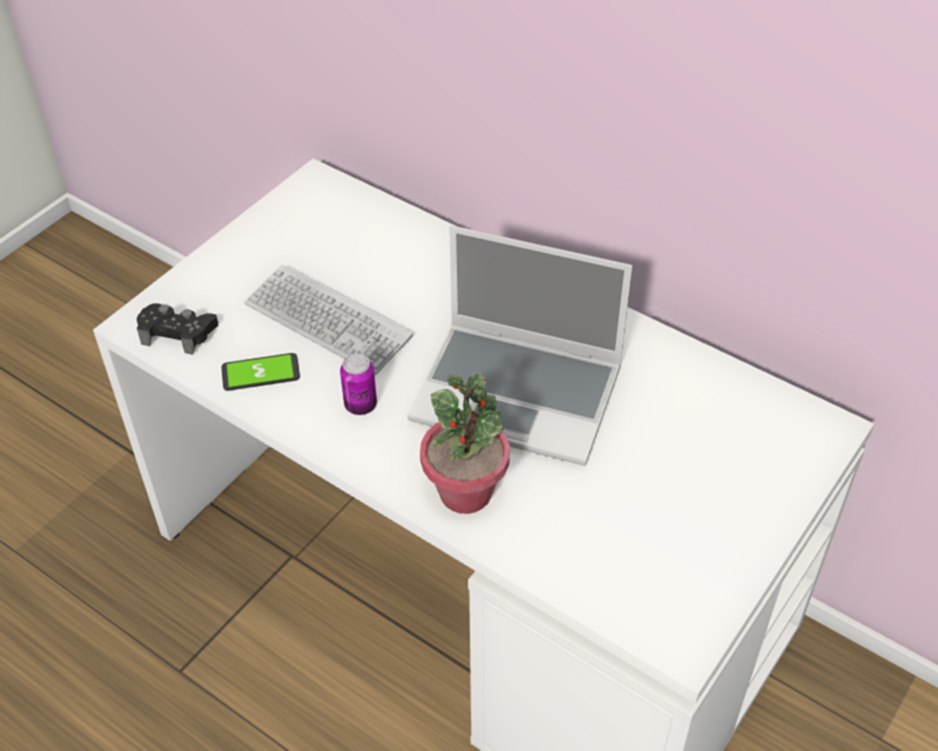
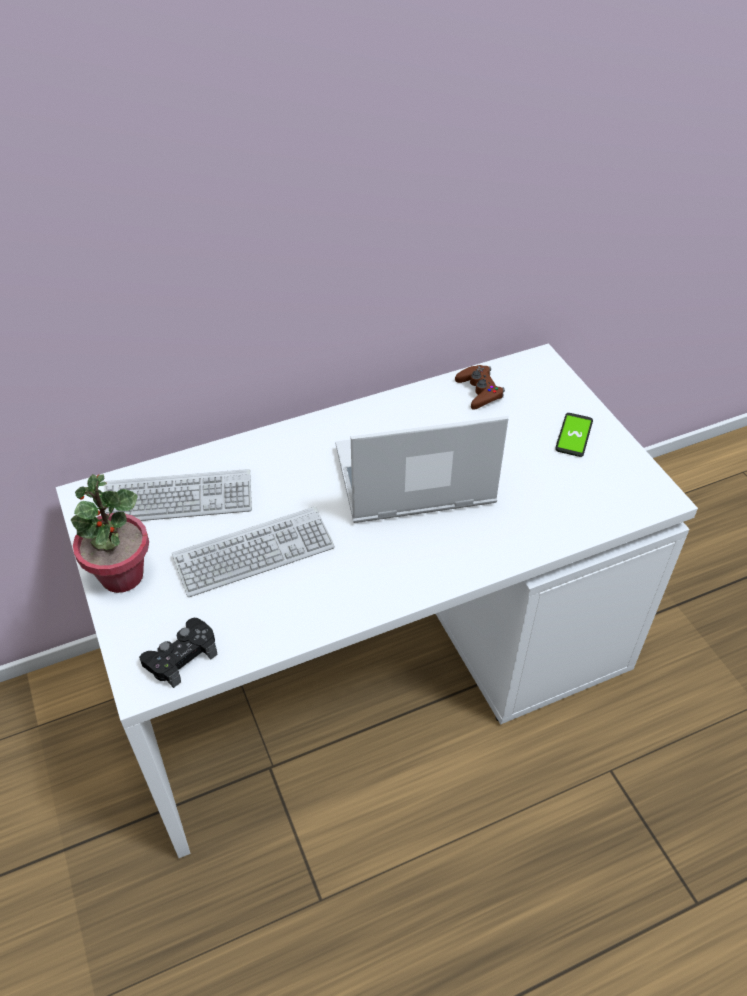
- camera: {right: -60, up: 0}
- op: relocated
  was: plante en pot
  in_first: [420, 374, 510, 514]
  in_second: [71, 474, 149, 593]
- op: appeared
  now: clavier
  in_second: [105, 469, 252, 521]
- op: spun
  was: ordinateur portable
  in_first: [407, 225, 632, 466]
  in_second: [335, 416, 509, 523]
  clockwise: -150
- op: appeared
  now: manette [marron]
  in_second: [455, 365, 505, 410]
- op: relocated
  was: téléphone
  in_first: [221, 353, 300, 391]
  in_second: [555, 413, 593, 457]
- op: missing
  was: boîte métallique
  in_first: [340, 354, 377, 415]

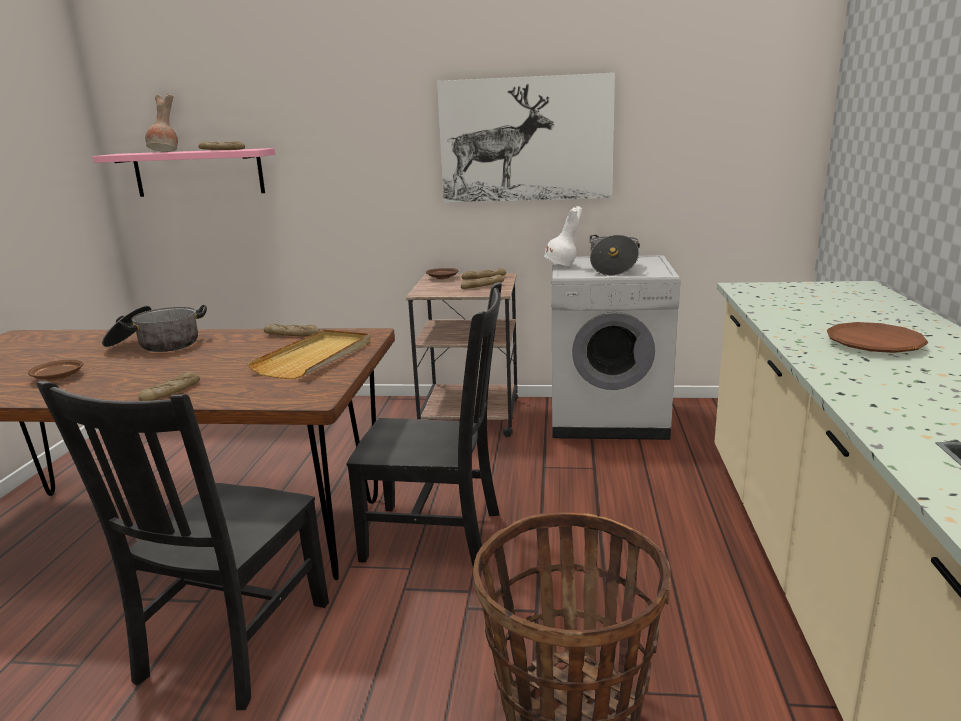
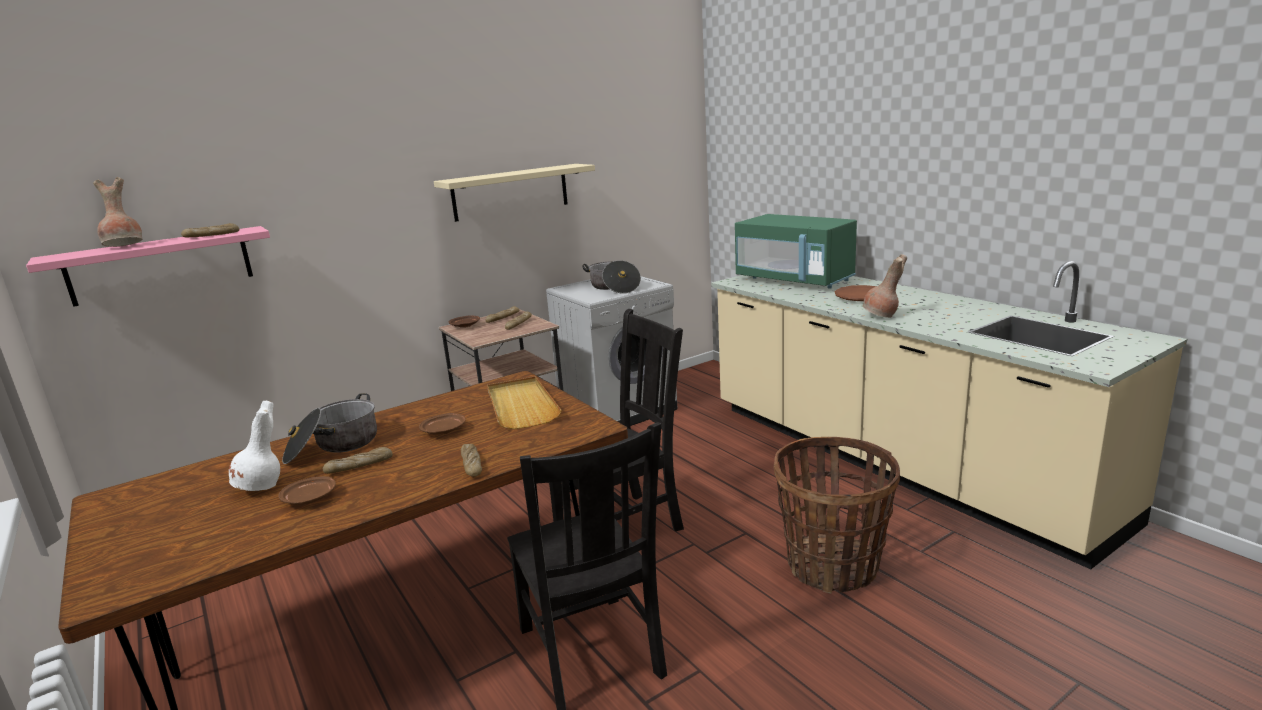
- camera: {right: -40, up: 0}
- op: relocated
  was: vase [blanc]
  in_first: [544, 206, 582, 266]
  in_second: [229, 401, 280, 491]
- op: relocated
  was: pain
  in_first: [264, 324, 320, 337]
  in_second: [322, 447, 393, 474]
- op: appeared
  now: assiette [marron]
  in_second: [419, 413, 466, 435]
- op: exchanged
  was: tableau
  now: étagère [beige]
  in_first: [437, 73, 615, 203]
  in_second: [434, 164, 595, 222]
- op: appeared
  now: micro-ondes [vert]
  in_second: [735, 214, 857, 289]
- op: appeared
  now: vase [marron]
  in_second: [863, 254, 907, 318]

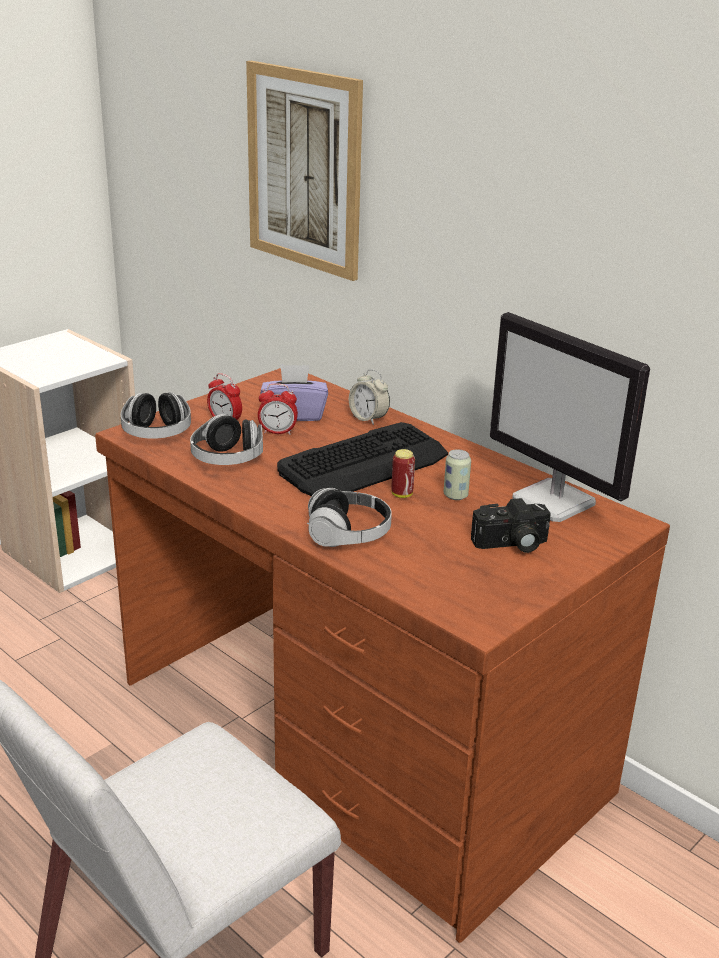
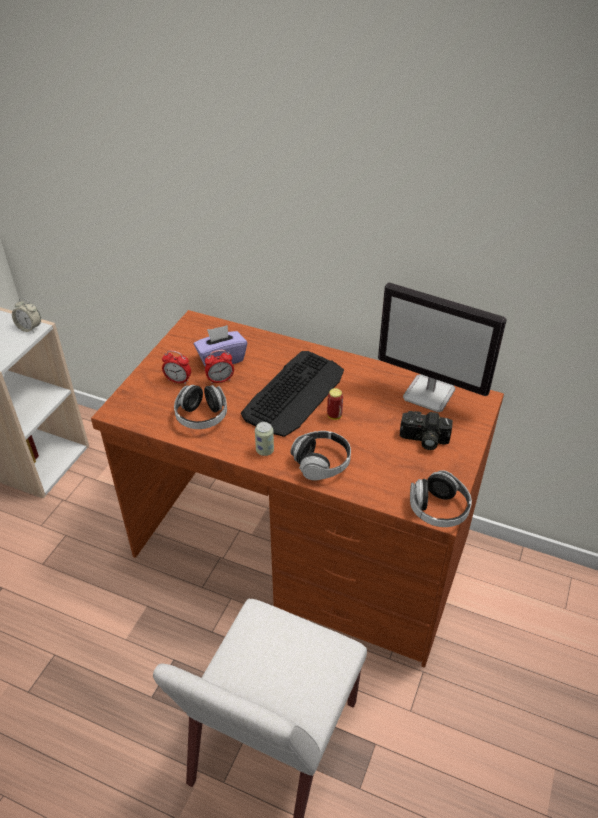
- camera: {right: -20, up: 15}
- op: relocated
  was: réveil
  in_first: [349, 369, 390, 425]
  in_second: [12, 298, 41, 333]
- op: relocated
  was: boîte métallique
  in_first: [444, 449, 471, 500]
  in_second: [255, 422, 274, 456]
- op: spun
  was: appareil photo
  in_first: [471, 498, 551, 553]
  in_second: [400, 411, 453, 450]
  clockwise: 45
- op: relocated
  was: casque audio
  in_first: [121, 392, 191, 439]
  in_second: [410, 470, 472, 527]
- op: missing
  was: tableau
  in_first: [246, 61, 363, 281]

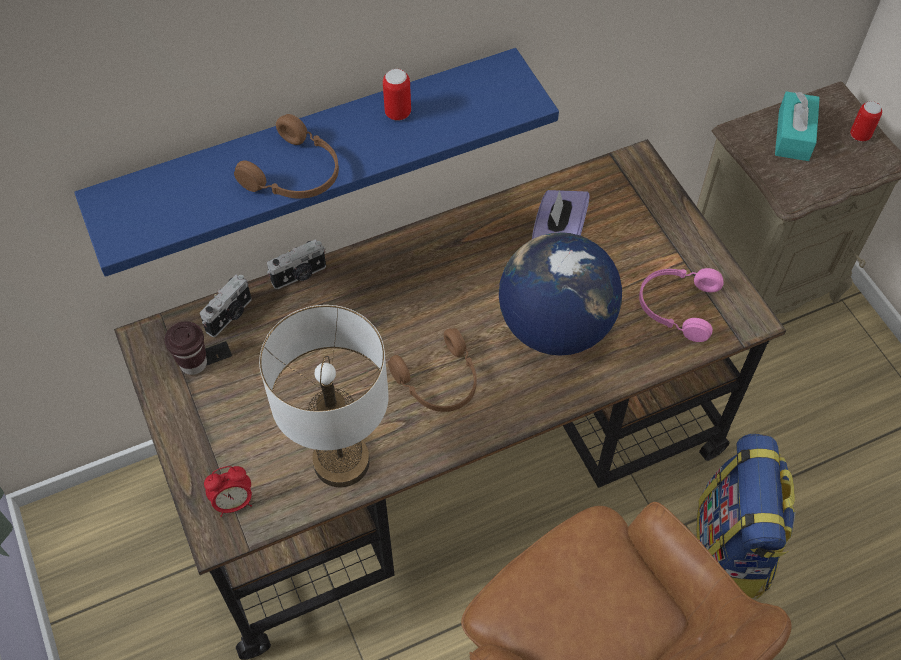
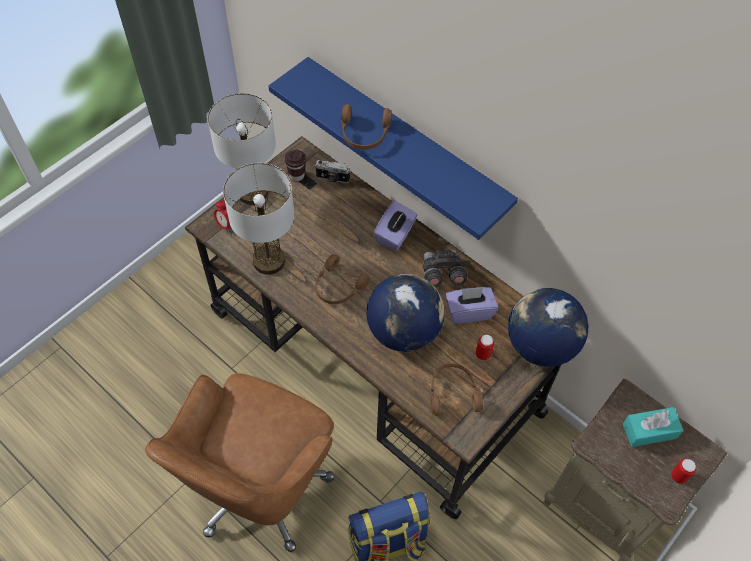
- camera: {right: 65, up: 0}
- op: appeared
  now: lampe de table
  in_second: [208, 93, 276, 205]
- op: appeared
  now: boîte à mouchoirs [violet]
  in_second: [374, 201, 418, 251]
- op: appeared
  now: jumelles [gris]
  in_second: [423, 249, 467, 288]
- op: colour
  was: casque audio [rose]
  now: casque audio [marron]
  in_first: [639, 268, 724, 342]
  in_second: [430, 364, 483, 416]
- op: relocated
  was: boîte métallique
  in_first: [383, 69, 411, 121]
  in_second: [476, 335, 495, 360]
- op: appeared
  now: globe
  in_second: [508, 288, 588, 367]
- op: missing
  was: appareil photo
  in_first: [267, 239, 326, 289]

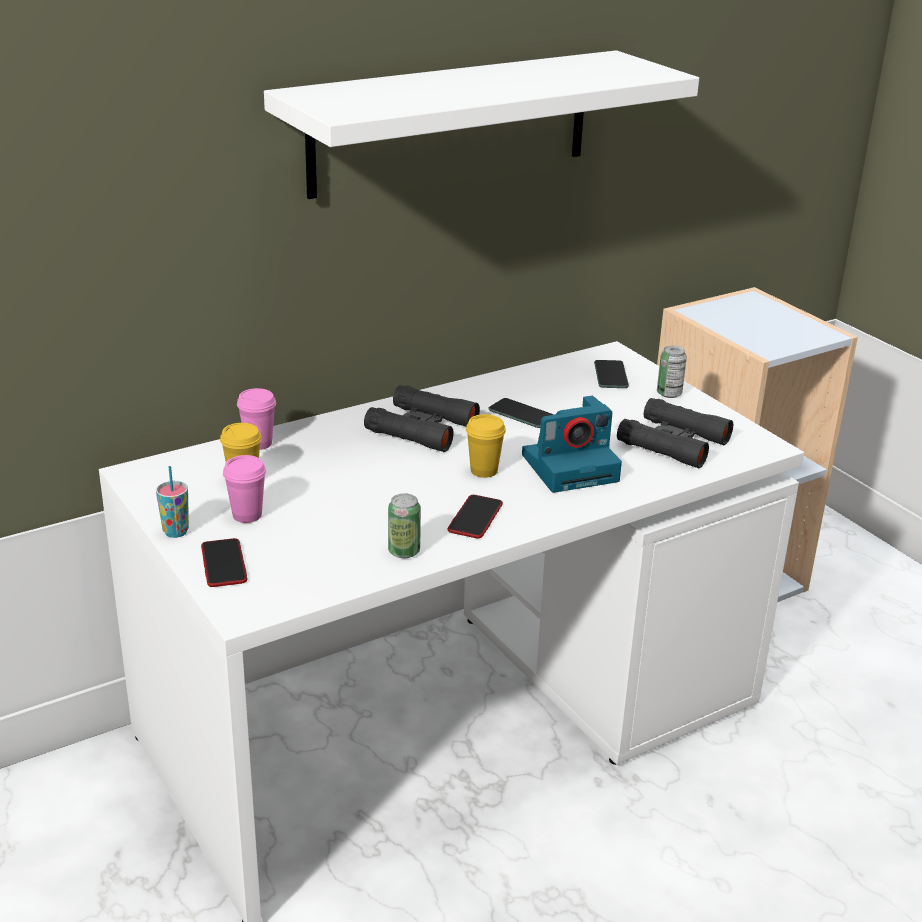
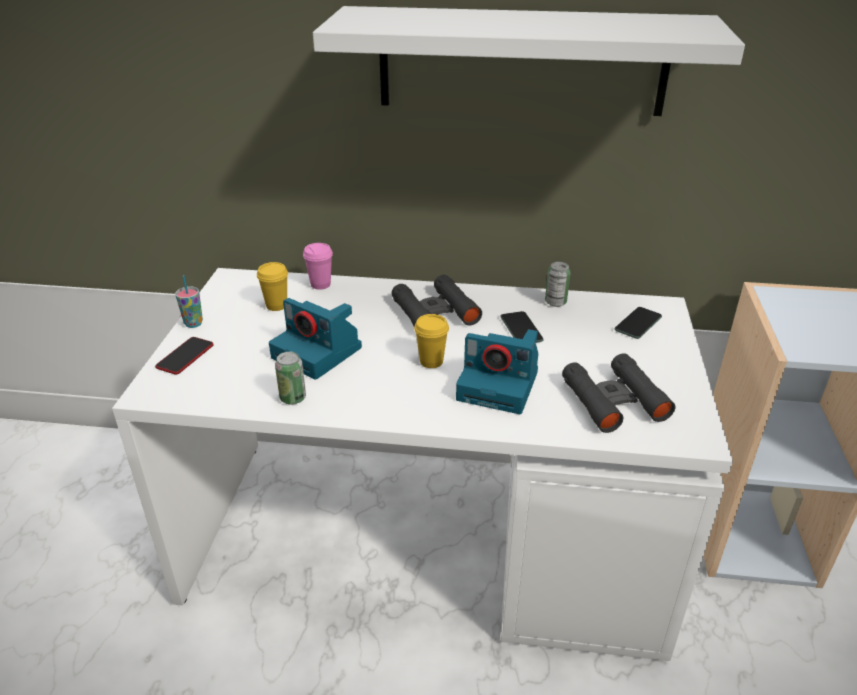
- camera: {right: 40, up: 5}
- op: appeared
  now: appareil photo
  in_second: [269, 298, 362, 380]
- op: relocated
  was: boîte métallique
  in_first: [657, 346, 687, 398]
  in_second: [545, 262, 571, 307]
- op: missing
  was: tasse [rose]
  in_first: [223, 455, 266, 523]
- op: missing
  was: téléphone
  in_first: [447, 495, 503, 538]

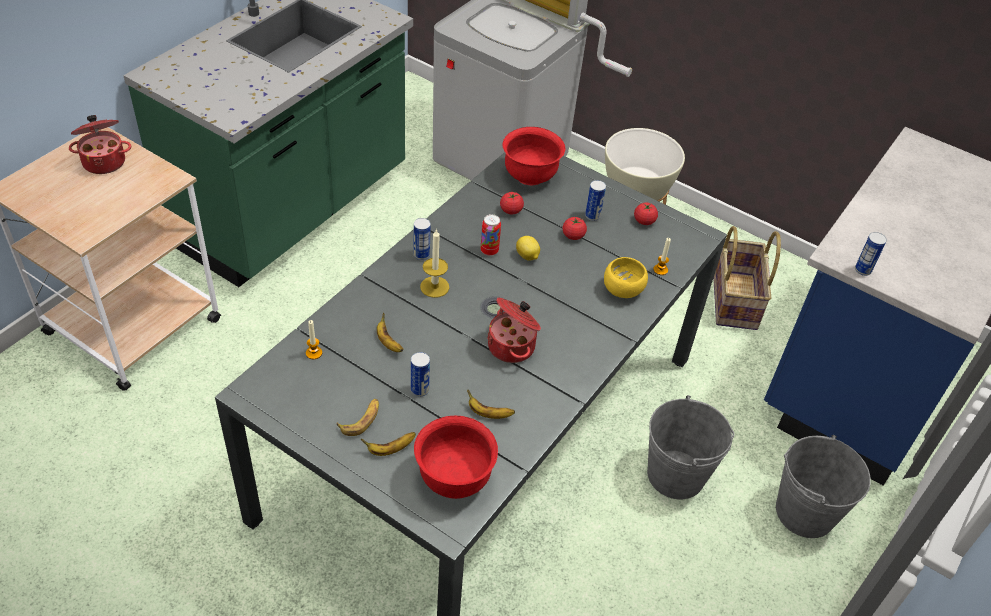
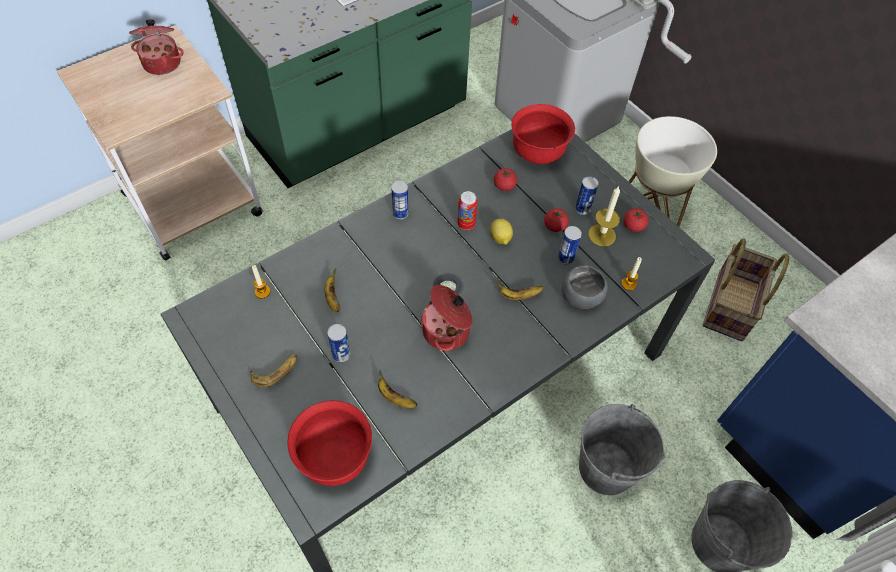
- camera: {right: 20, up: 10}
- op: relocated
  was: banane
  in_first: [361, 432, 416, 456]
  in_second: [496, 281, 543, 300]
- op: relocated
  was: boîte métallique
  in_first: [855, 232, 887, 276]
  in_second: [558, 226, 582, 265]
- op: colour
  was: bol [jaune]
  now: bol [gris]
  in_first: [604, 257, 648, 298]
  in_second: [562, 265, 608, 309]
- op: relocated
  was: bougie
  in_first: [420, 229, 449, 298]
  in_second: [588, 186, 620, 246]

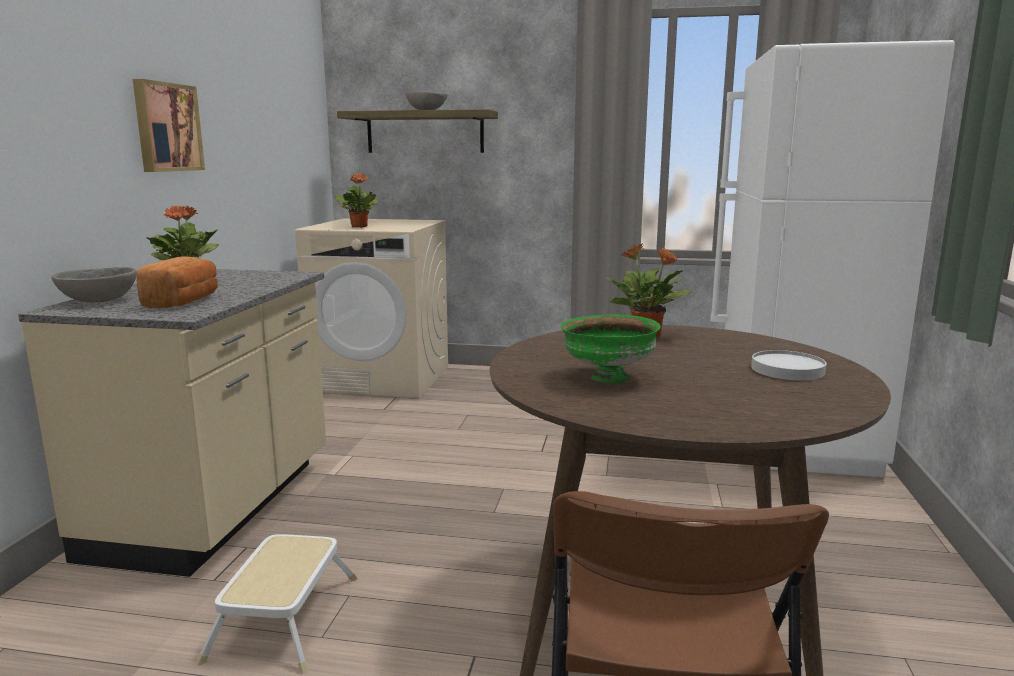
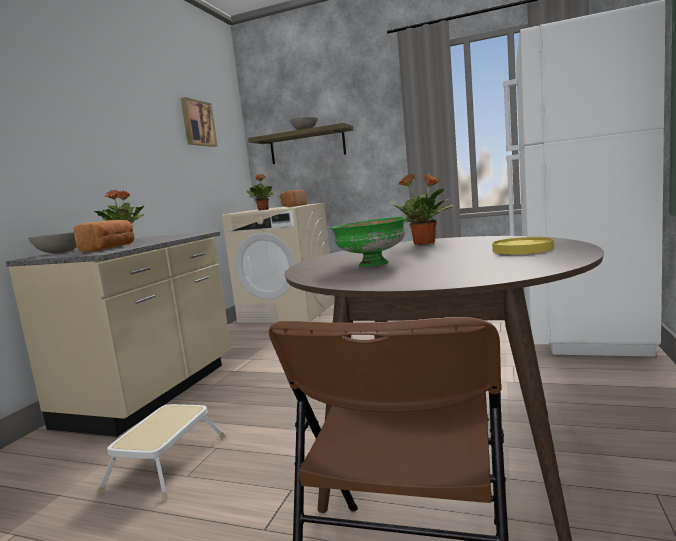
- camera: {right: 10, up: -5}
- op: relocated
  was: tableau
  in_first: [133, 79, 205, 172]
  in_second: [181, 97, 218, 147]
- op: appeared
  now: pain
  in_second: [280, 190, 307, 207]
- op: colour
  was: assiette [blanc]
  now: assiette [jaune]
  in_first: [751, 350, 827, 380]
  in_second: [492, 237, 553, 254]

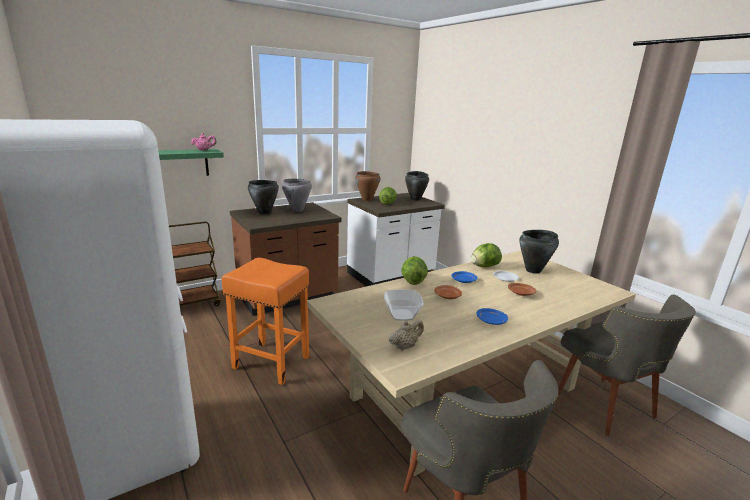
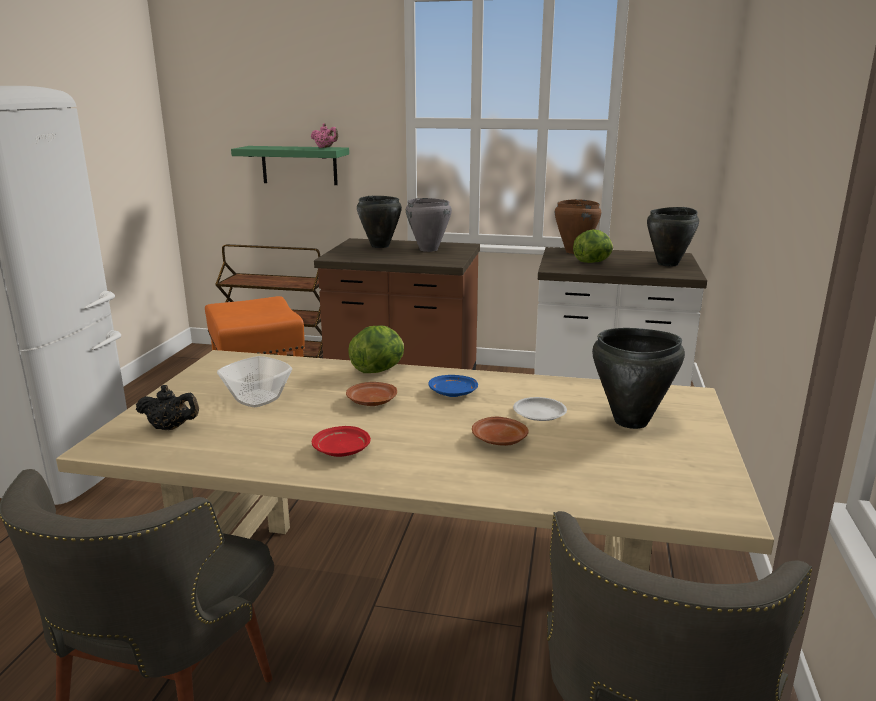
- camera: {right: 45, up: 0}
- op: colour
  was: théière [beige]
  now: théière [noir]
  in_first: [389, 320, 424, 350]
  in_second: [136, 385, 199, 430]
- op: colour
  was: assiette [bleu]
  now: assiette [rouge]
  in_first: [477, 308, 508, 325]
  in_second: [312, 426, 371, 457]
- op: missing
  was: laitue
  in_first: [471, 243, 502, 267]

